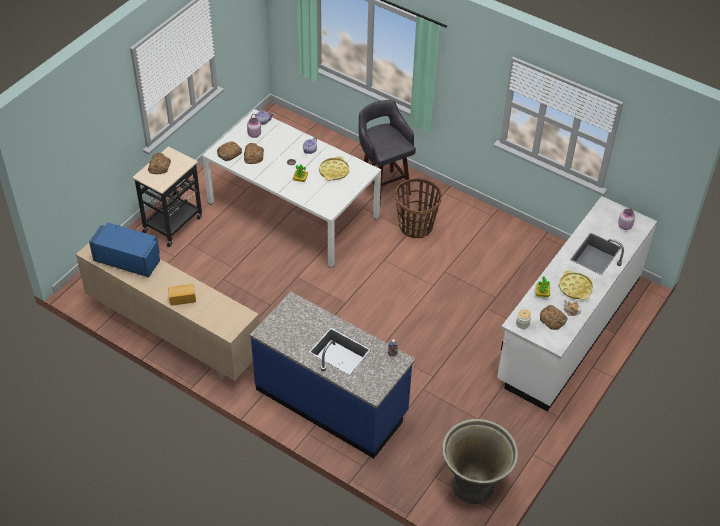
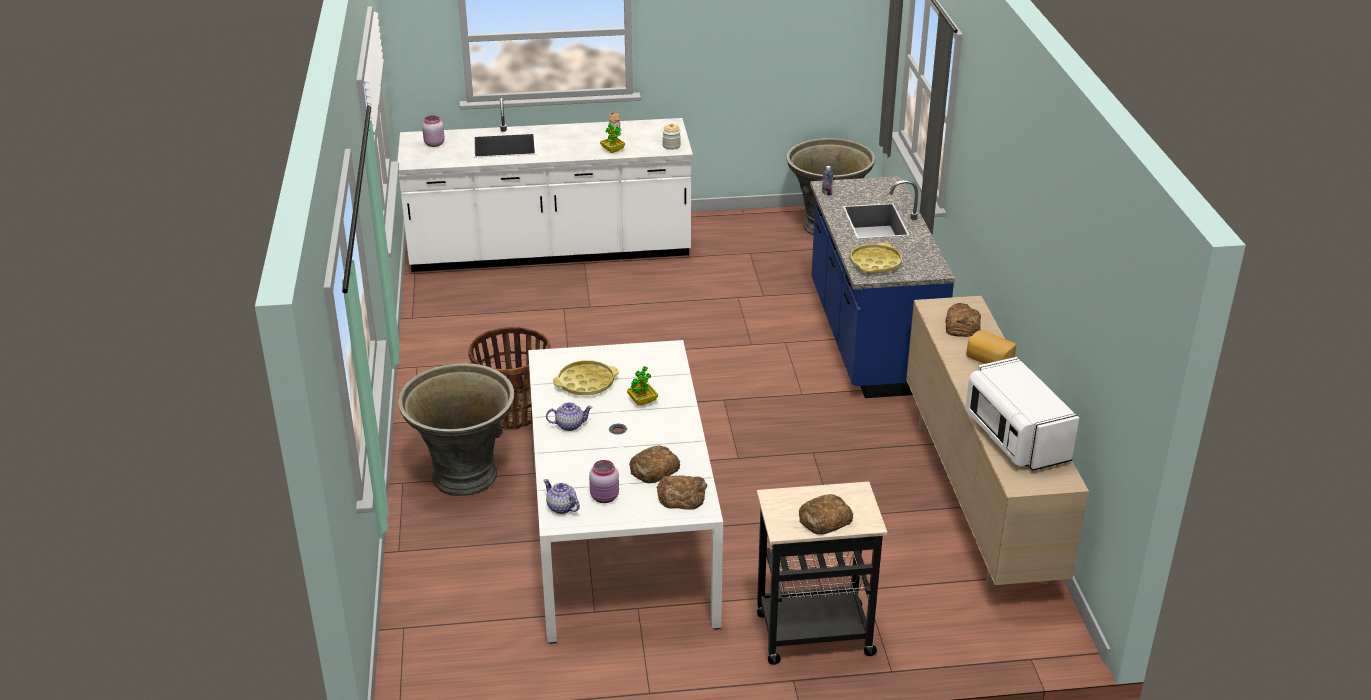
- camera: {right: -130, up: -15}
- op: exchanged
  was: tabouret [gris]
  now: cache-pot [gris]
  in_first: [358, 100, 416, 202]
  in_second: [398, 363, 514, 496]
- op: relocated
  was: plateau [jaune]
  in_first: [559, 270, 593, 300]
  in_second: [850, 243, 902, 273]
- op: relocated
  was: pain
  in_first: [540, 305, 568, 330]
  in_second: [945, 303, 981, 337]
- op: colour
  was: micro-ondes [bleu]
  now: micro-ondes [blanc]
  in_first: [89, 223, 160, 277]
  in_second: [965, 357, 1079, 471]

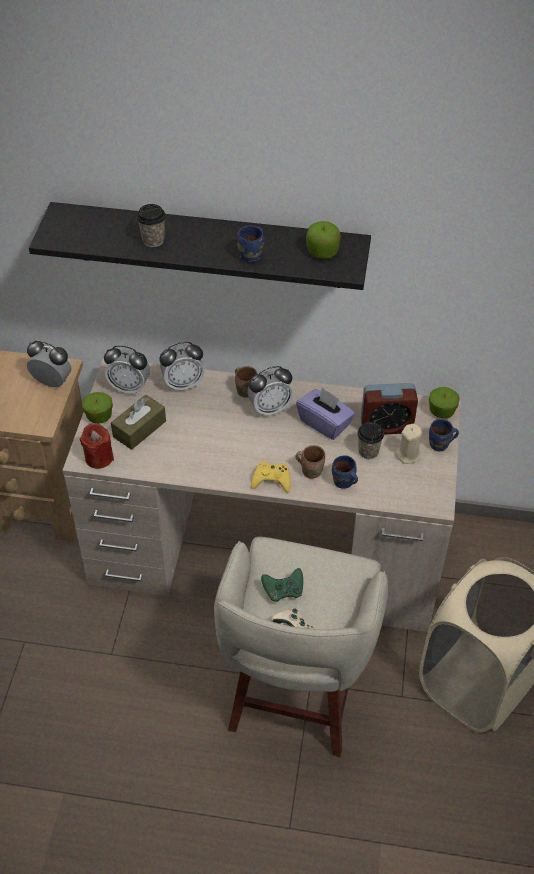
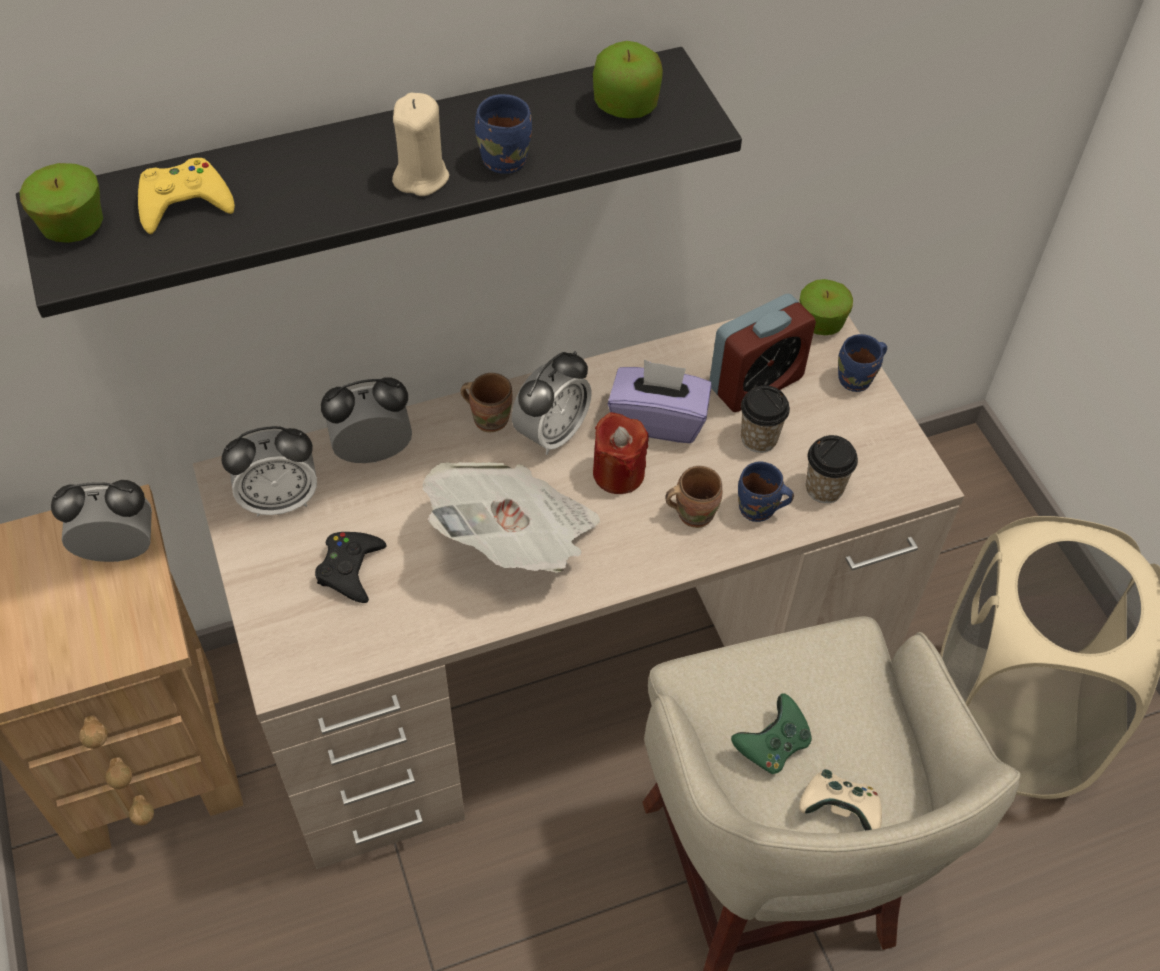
- camera: {right: -30, up: 5}
- op: relocated
  was: pomme
  in_first: [82, 392, 113, 424]
  in_second: [20, 163, 103, 243]
- op: relocated
  was: manette [jaune]
  in_first: [251, 462, 291, 493]
  in_second: [138, 158, 235, 234]
- op: exchanged
  was: boîte à mouchoirs [marron]
  now: manette [noir]
  in_first: [111, 395, 166, 450]
  in_second: [315, 532, 386, 603]
- op: spun
  was: réveil
  in_first: [159, 342, 204, 392]
  in_second: [321, 377, 412, 463]
  clockwise: -150
- op: relocated
  was: bougie [beige]
  in_first: [395, 424, 422, 464]
  in_second: [392, 92, 449, 196]
- op: appeared
  now: journal
  in_second: [422, 462, 600, 573]
- op: relocated
  was: bougie [rouge]
  in_first: [80, 423, 114, 469]
  in_second: [593, 412, 649, 494]
- op: relocated
  was: tasse
  in_first: [137, 204, 166, 247]
  in_second: [806, 435, 858, 503]

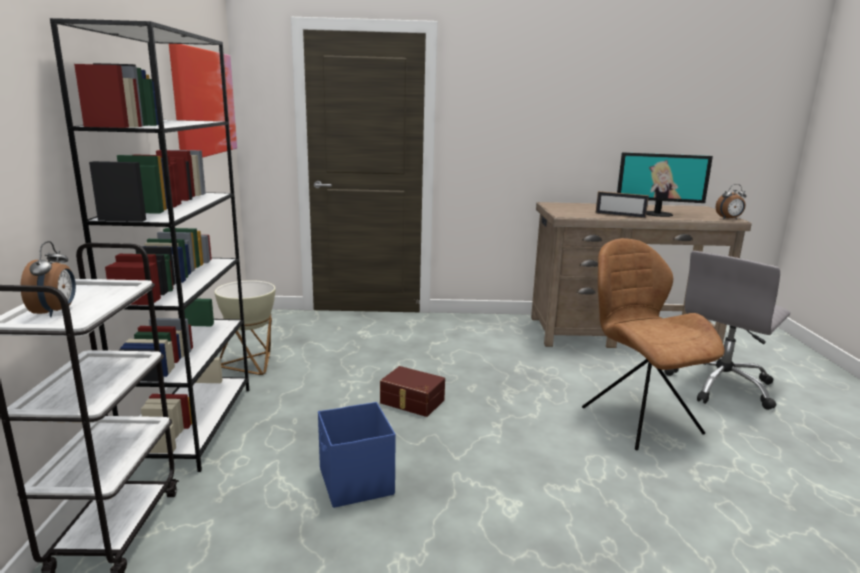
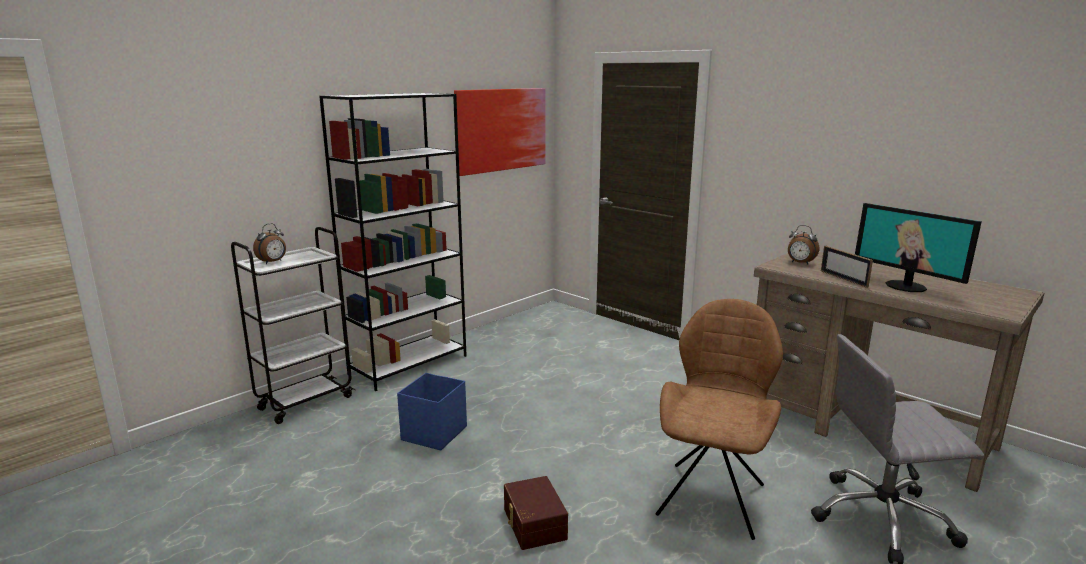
- camera: {right: 45, up: 0}
- op: relocated
  was: boîte de rangement [marron]
  in_first: [380, 366, 445, 417]
  in_second: [504, 476, 568, 550]
- op: relocated
  was: réveil
  in_first: [716, 184, 746, 219]
  in_second: [788, 225, 819, 264]
- op: missing
  was: cache-pot
  in_first: [215, 280, 275, 375]

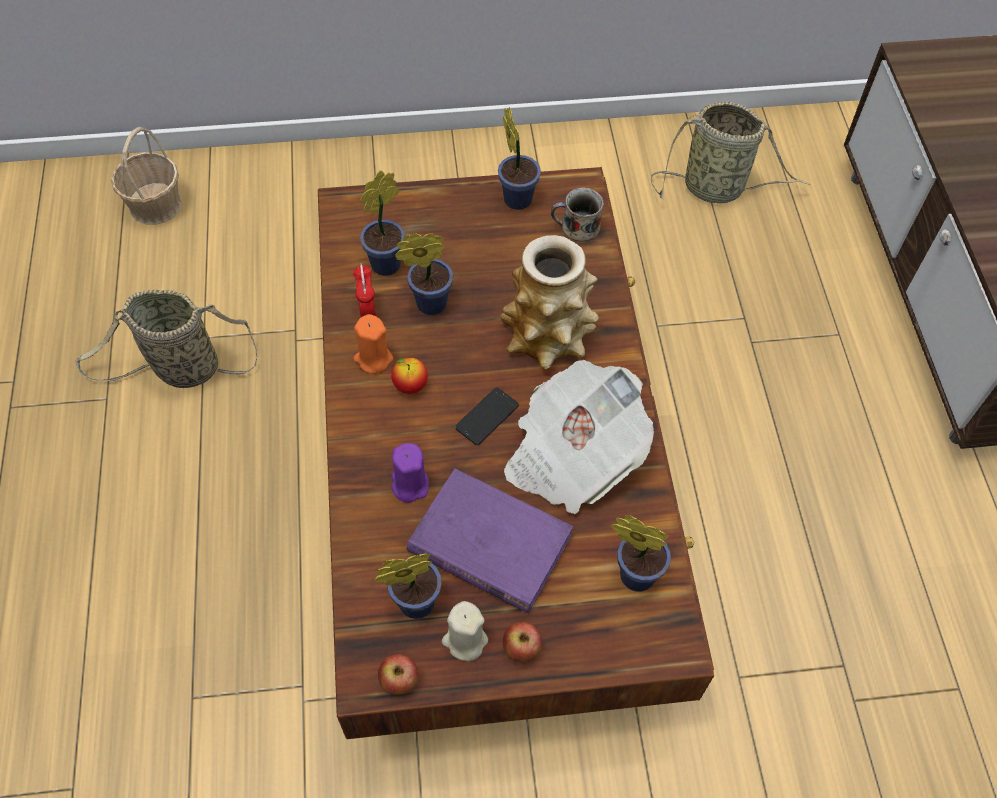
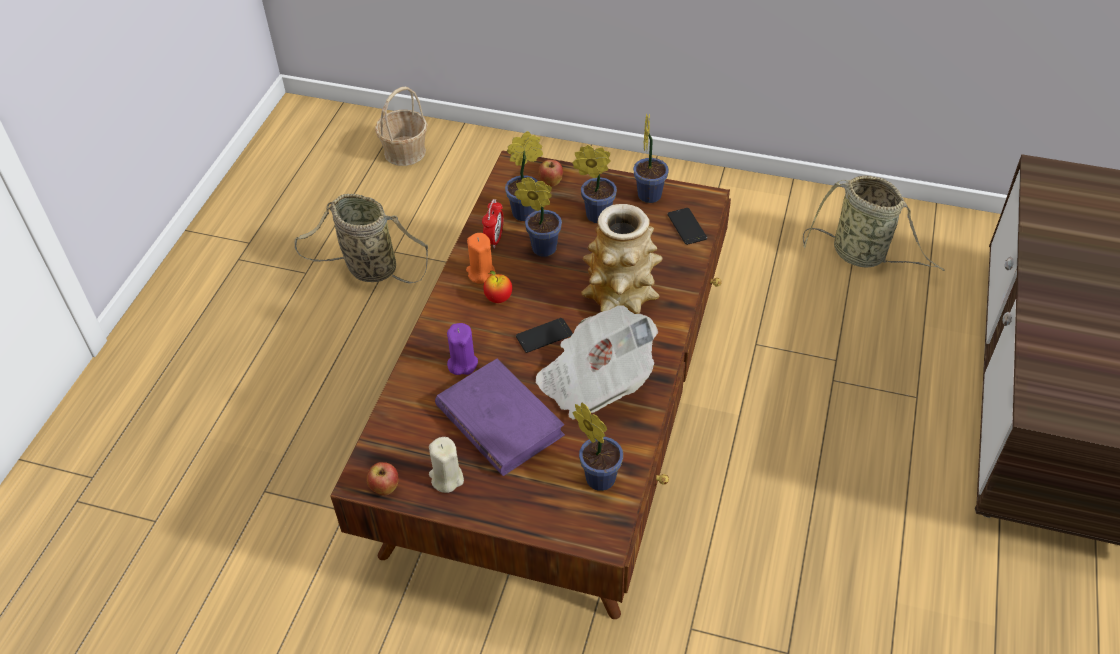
- camera: {right: 25, up: -10}
- op: relocated
  was: pomme
  in_first: [503, 622, 542, 662]
  in_second: [538, 160, 563, 187]
- op: relocated
  was: plante en pot
  in_first: [375, 554, 442, 619]
  in_second: [572, 145, 617, 223]
- op: exchanged
  was: mug
  now: téléphone
  in_first: [551, 187, 604, 241]
  in_second: [667, 208, 707, 245]

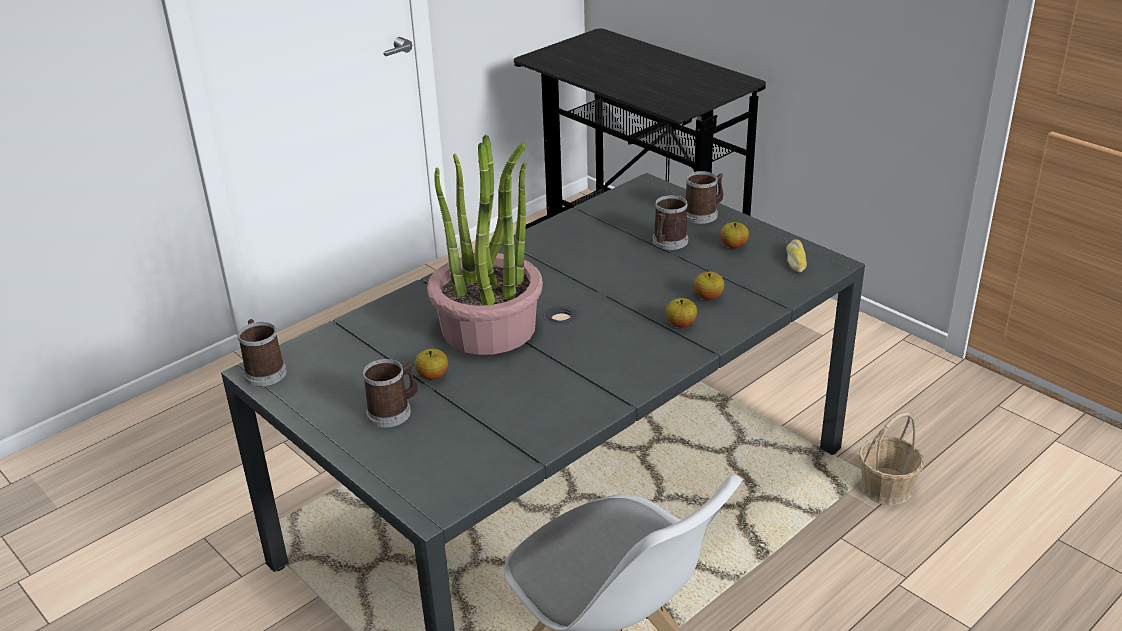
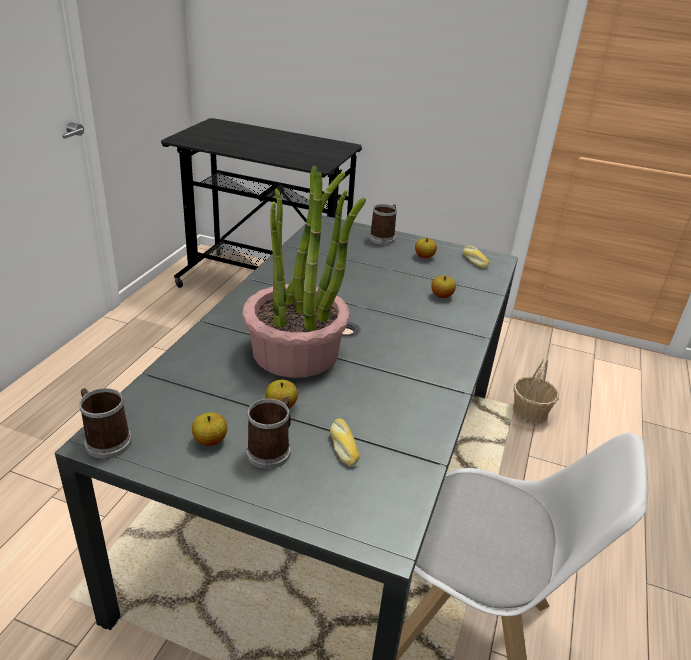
- camera: {right: -30, up: 0}
- op: relocated
  was: pomme
  in_first: [666, 298, 697, 327]
  in_second: [192, 412, 227, 446]
- op: appeared
  now: pain
  in_second: [330, 418, 360, 466]
- op: missing
  was: mug
  in_first: [653, 195, 688, 250]

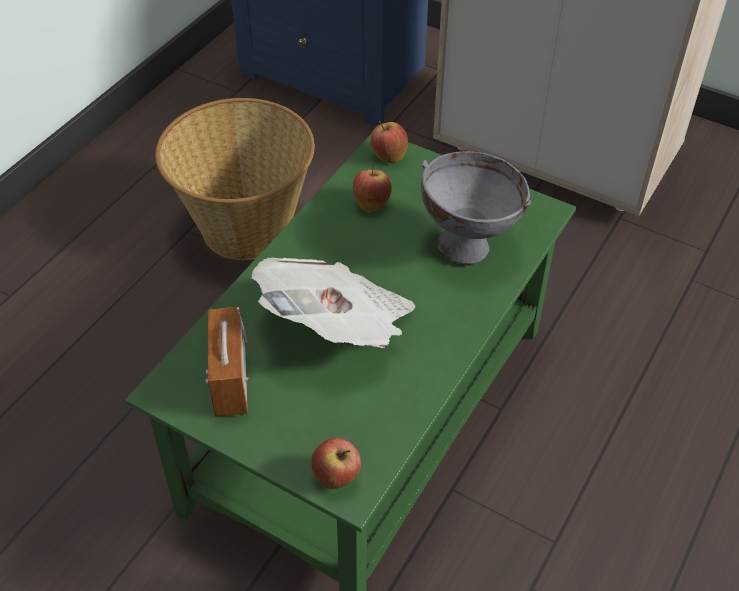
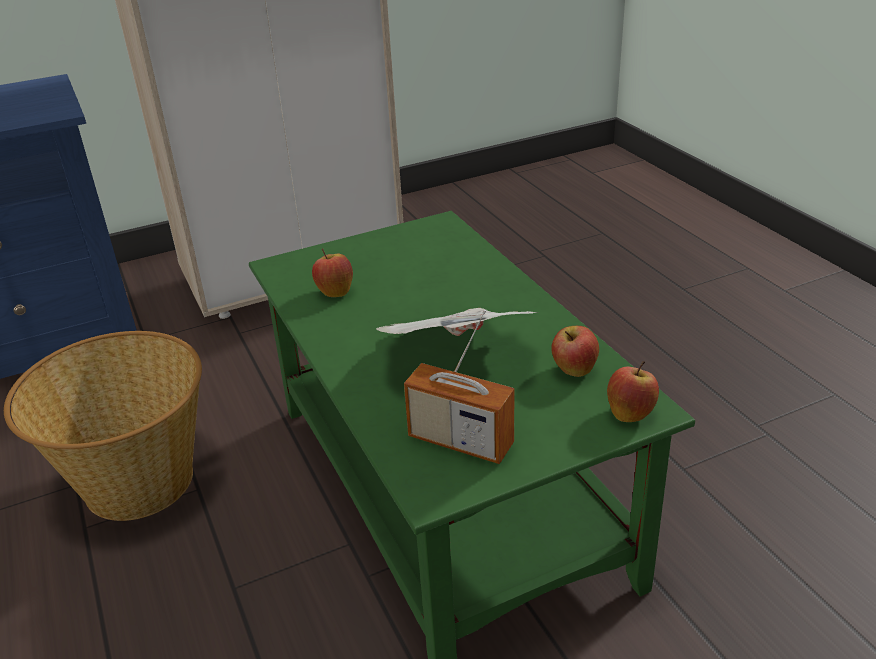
- camera: {right: -55, up: -15}
- op: relocated
  was: pomme
  in_first: [370, 121, 408, 163]
  in_second: [551, 326, 599, 377]
- op: missing
  was: bol [gris]
  in_first: [421, 151, 531, 264]

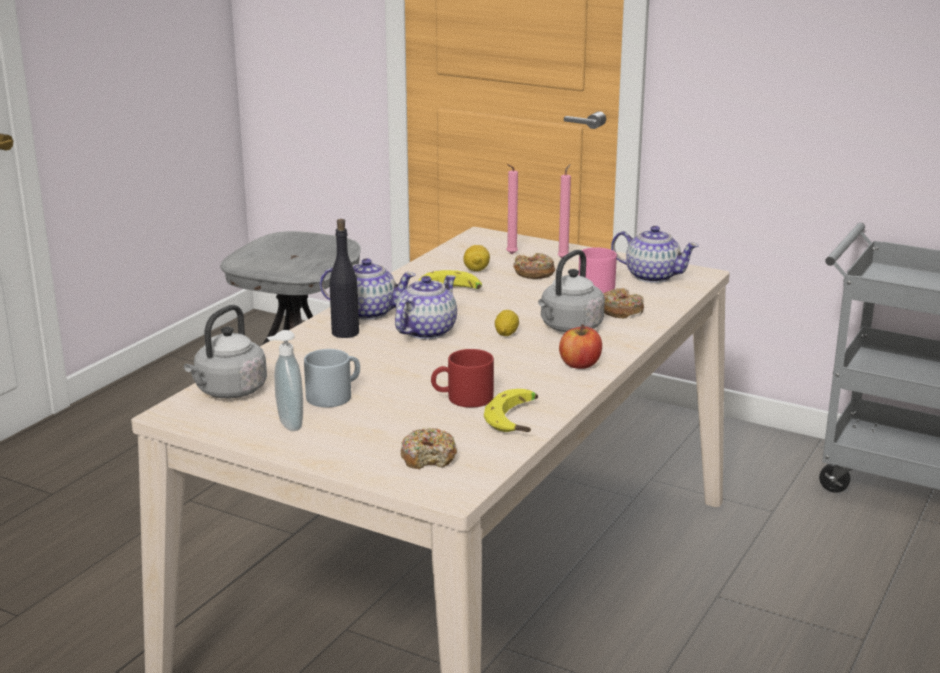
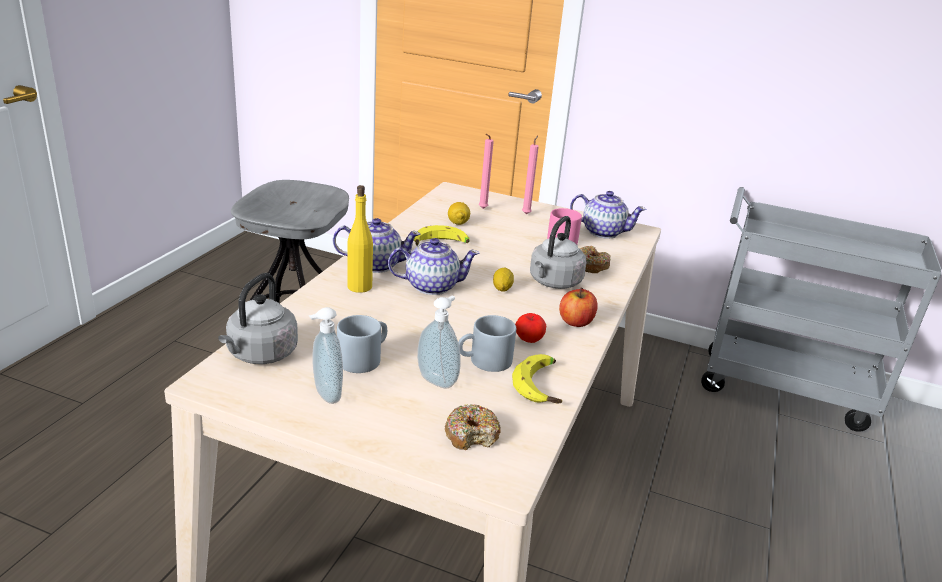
- camera: {right: -10, up: 5}
- op: colour
  was: bouteille [noir]
  now: bouteille [jaune]
  in_first: [330, 219, 359, 338]
  in_second: [347, 185, 373, 293]
- op: spun
  was: théière
  in_first: [395, 275, 457, 340]
  in_second: [388, 238, 479, 295]
  clockwise: 60
- op: appeared
  now: distributeur de savon
  in_second: [417, 296, 461, 389]
- op: colour
  was: mug [rouge]
  now: mug [gris]
  in_first: [431, 349, 494, 408]
  in_second: [458, 315, 516, 372]
- op: appeared
  now: pomme
  in_second: [515, 313, 546, 343]
- op: missing
  was: beignet
  in_first: [513, 253, 555, 279]

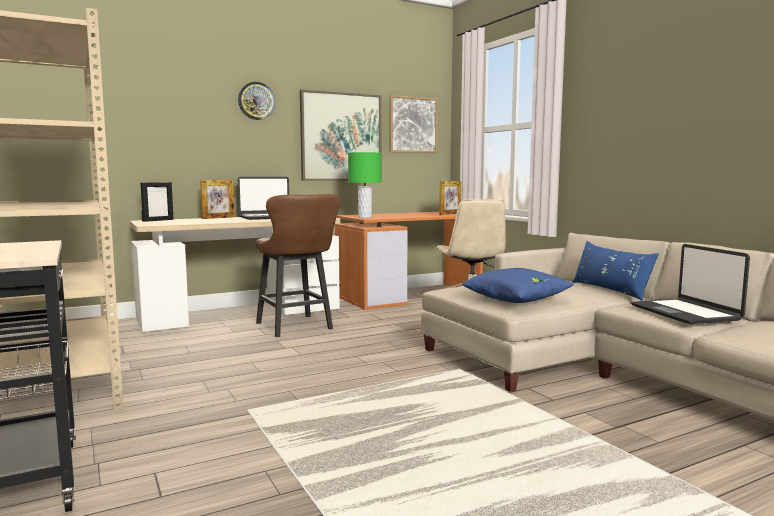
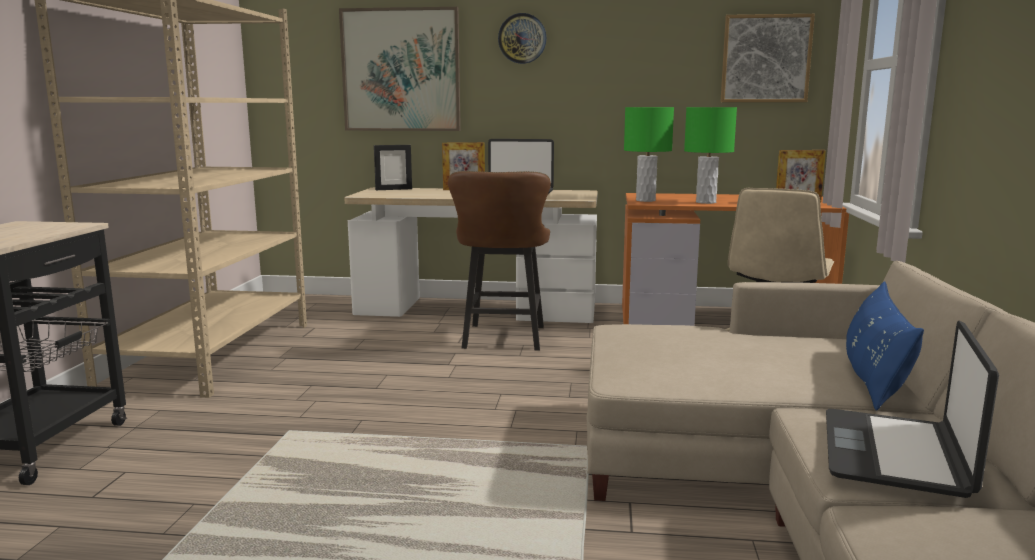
- camera: {right: 35, up: 5}
- op: relocated
  was: tableau
  in_first: [300, 90, 382, 181]
  in_second: [339, 7, 461, 131]
- op: appeared
  now: lampe de table [vert]
  in_second: [684, 107, 737, 204]
- op: missing
  was: coussin [bleu]
  in_first: [462, 268, 574, 303]

